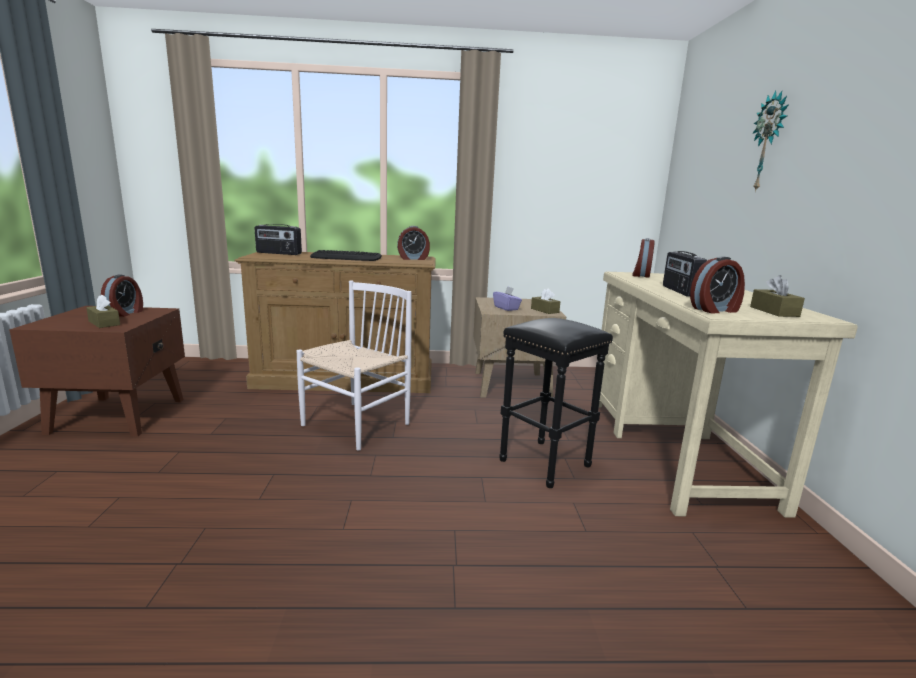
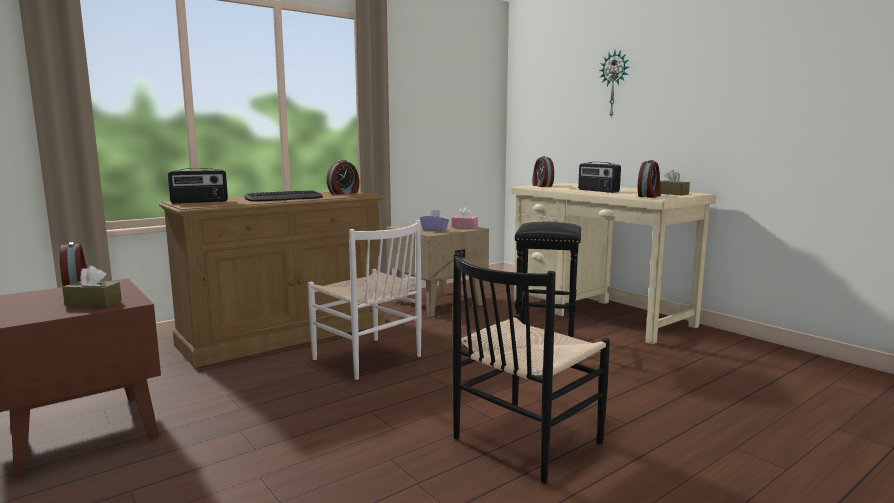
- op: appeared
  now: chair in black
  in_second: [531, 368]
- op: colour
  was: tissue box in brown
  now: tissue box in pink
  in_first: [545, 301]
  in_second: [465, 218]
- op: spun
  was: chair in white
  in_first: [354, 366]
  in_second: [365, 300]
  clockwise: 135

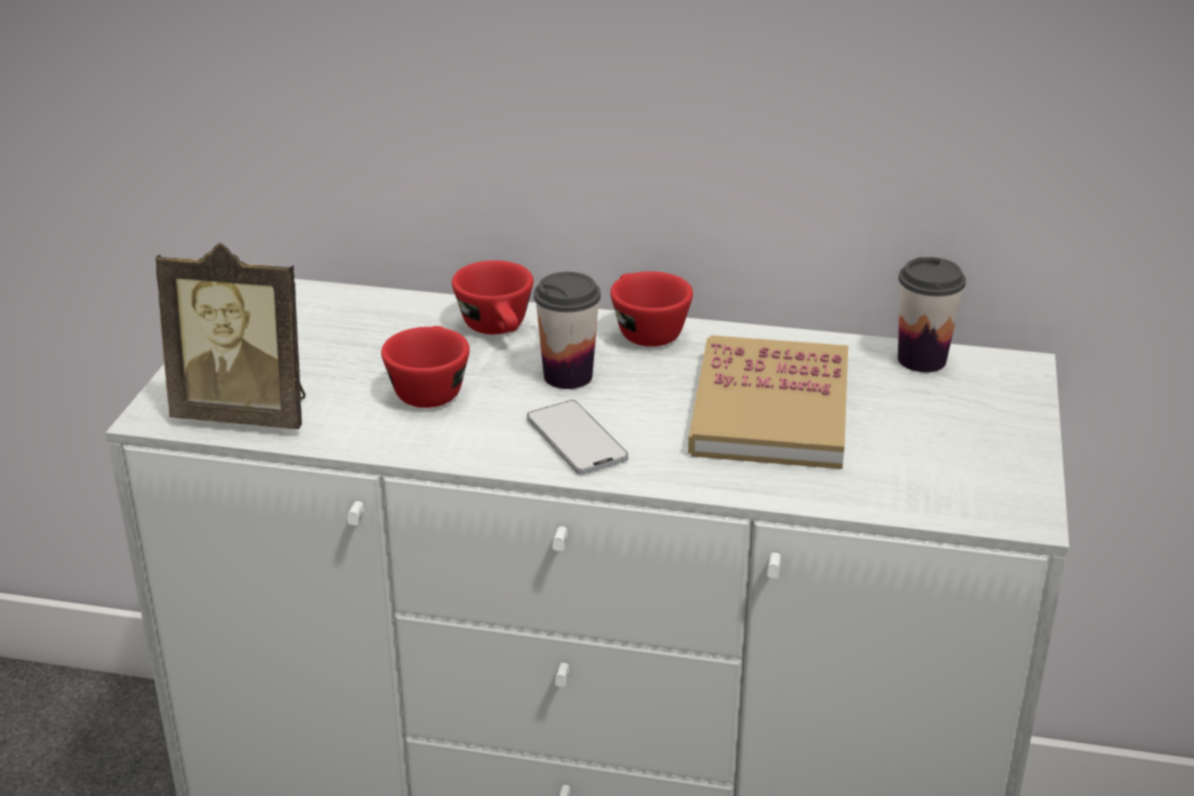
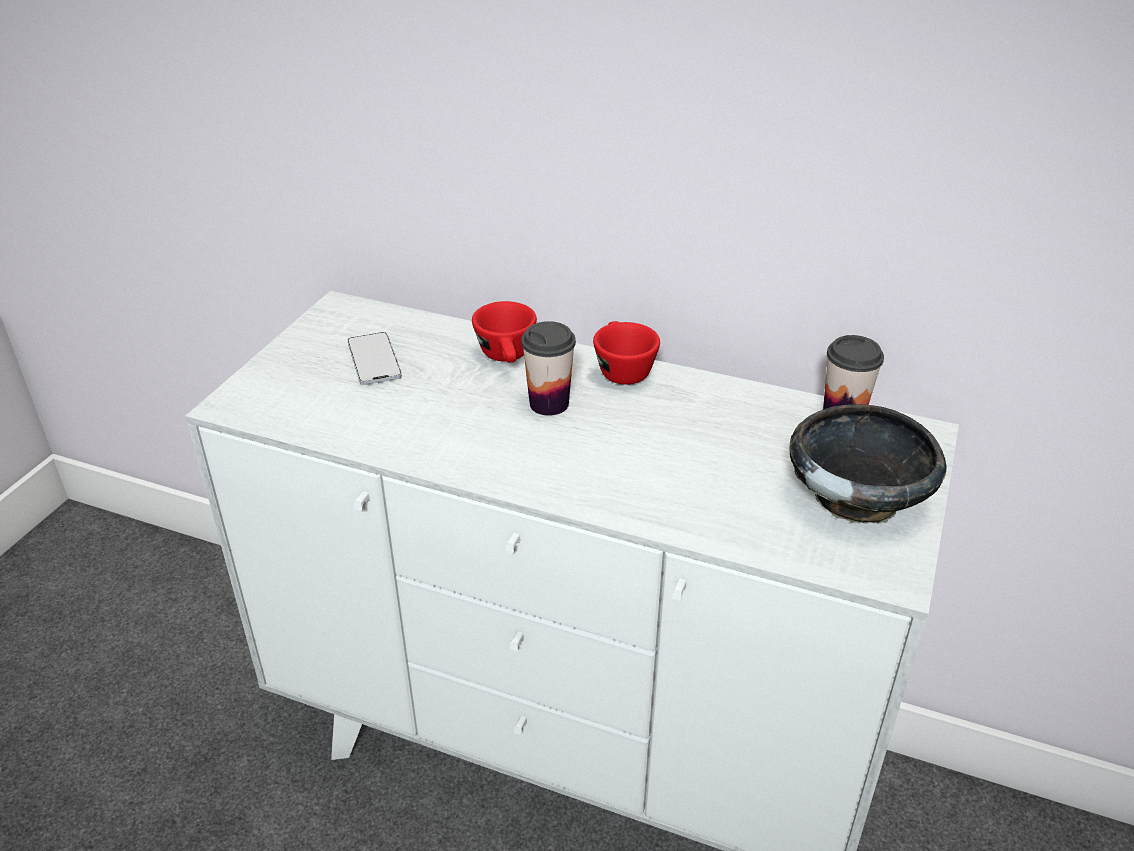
- op: missing
  was: picture frame
  in_first: [230, 336]
- op: missing
  was: cup in red
  in_first: [425, 367]
- op: missing
  was: book
  in_first: [768, 402]
- op: appeared
  now: bowl in black
  in_second: [868, 463]
- op: relocated
  was: phone
  in_first: [577, 437]
  in_second: [374, 358]

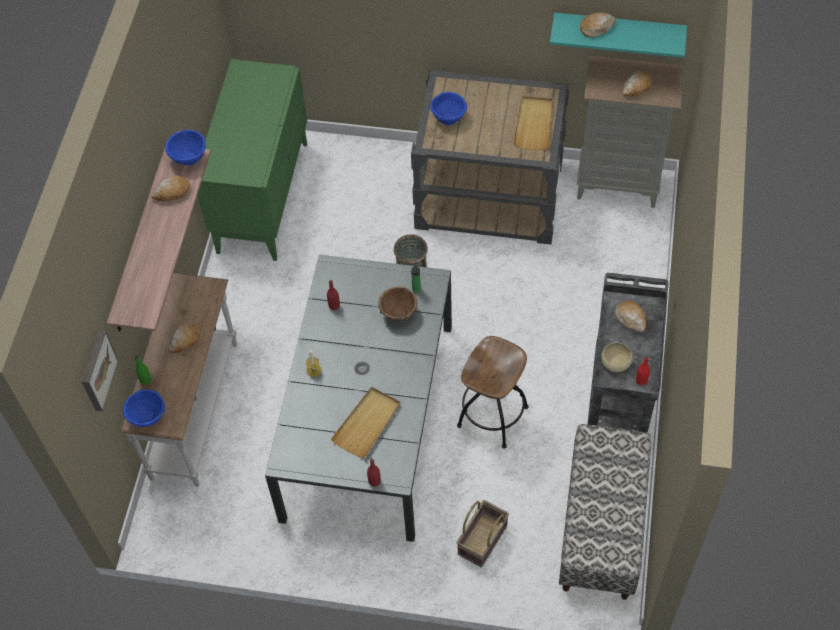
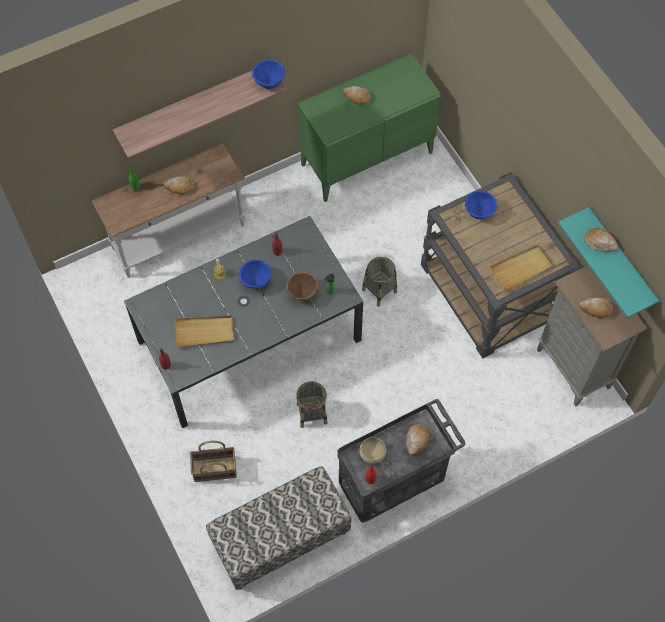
- op: missing
  was: picture
  in_first: [100, 370]
- op: relocated
  was: bowl in blue
  in_first: [144, 408]
  in_second: [255, 274]
- op: relocated
  was: bread
  in_first: [170, 188]
  in_second: [357, 95]
- op: exchanged
  was: stool in brown
  now: basket
  in_first: [492, 392]
  in_second: [312, 404]

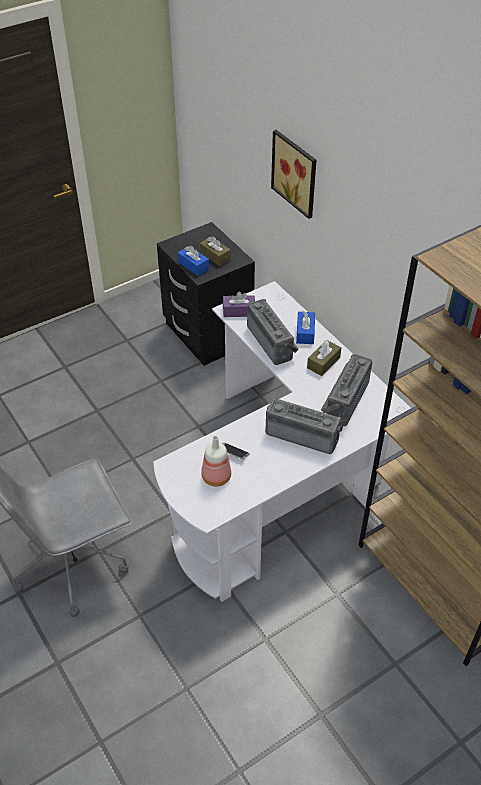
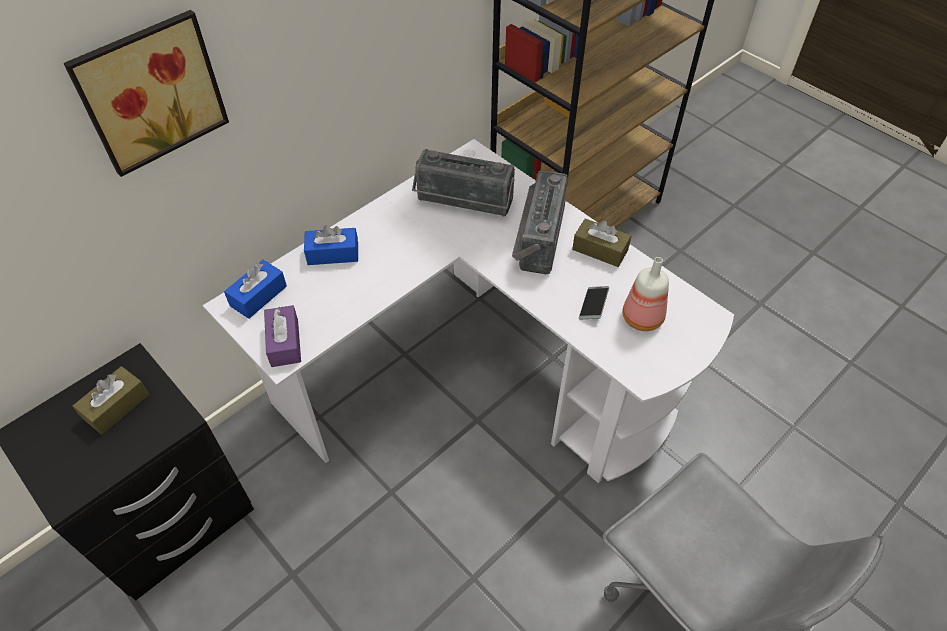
- op: missing
  was: radio
  in_first: [273, 332]
- op: relocated
  was: tissue box in blue
  in_first: [193, 261]
  in_second: [255, 289]
- op: relocated
  was: tissue box in brown
  in_first: [324, 358]
  in_second: [601, 242]

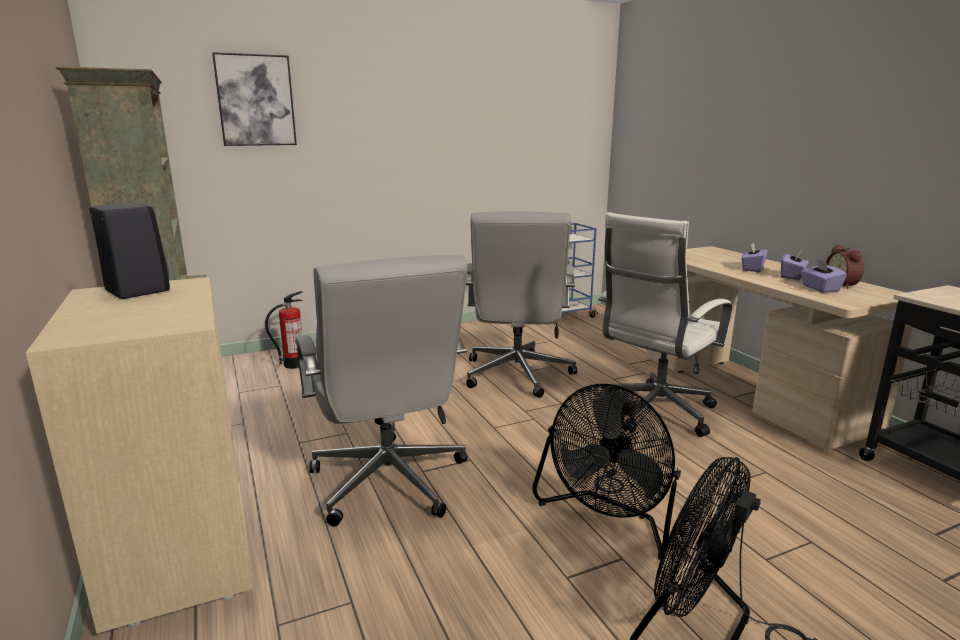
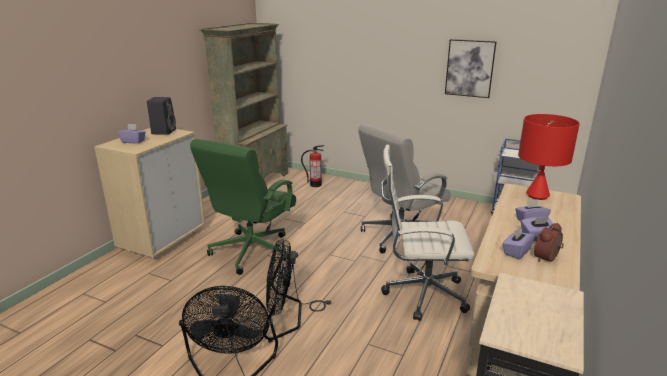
- op: appeared
  now: tissue box in purple
  in_second: [131, 134]
- op: appeared
  now: table lamp in red
  in_second: [549, 157]
- op: relocated
  was: picture
  in_first: [254, 99]
  in_second: [471, 68]
- op: colour
  was: office chair in grey
  now: office chair in green
  in_first: [381, 390]
  in_second: [243, 207]

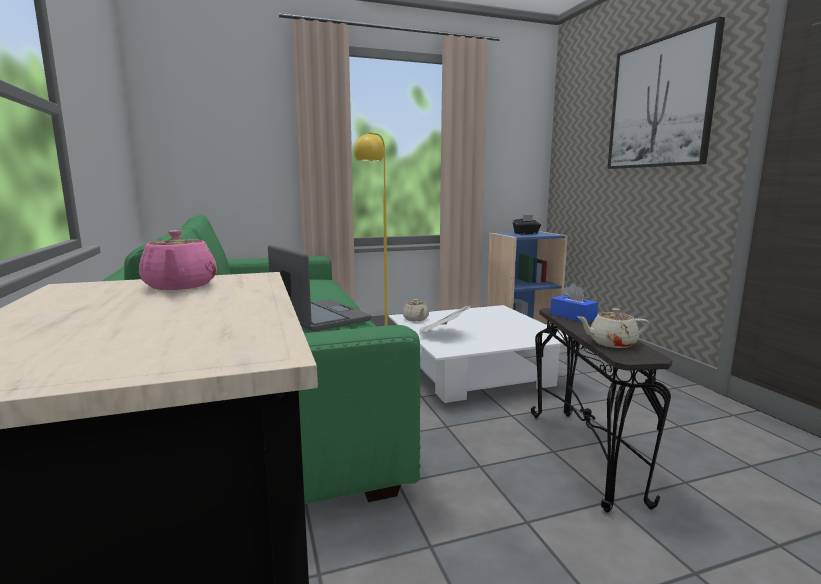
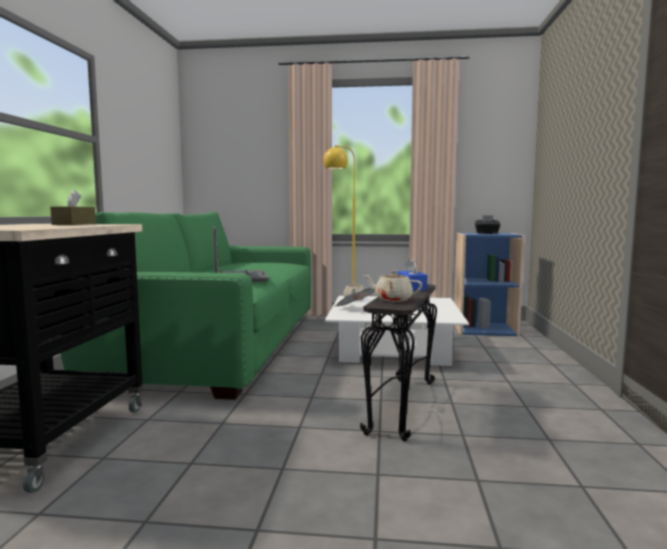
- op: missing
  was: picture
  in_first: [666, 93]
- op: exchanged
  was: teapot in pink
  now: tissue box in brown
  in_first: [178, 260]
  in_second: [73, 207]

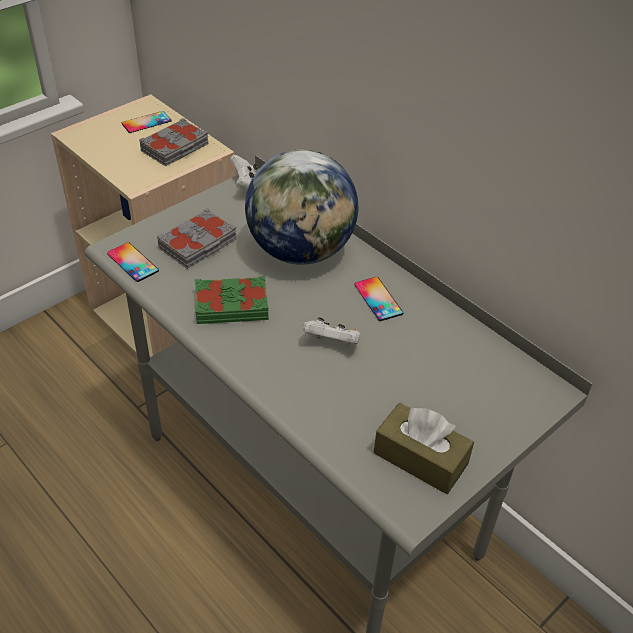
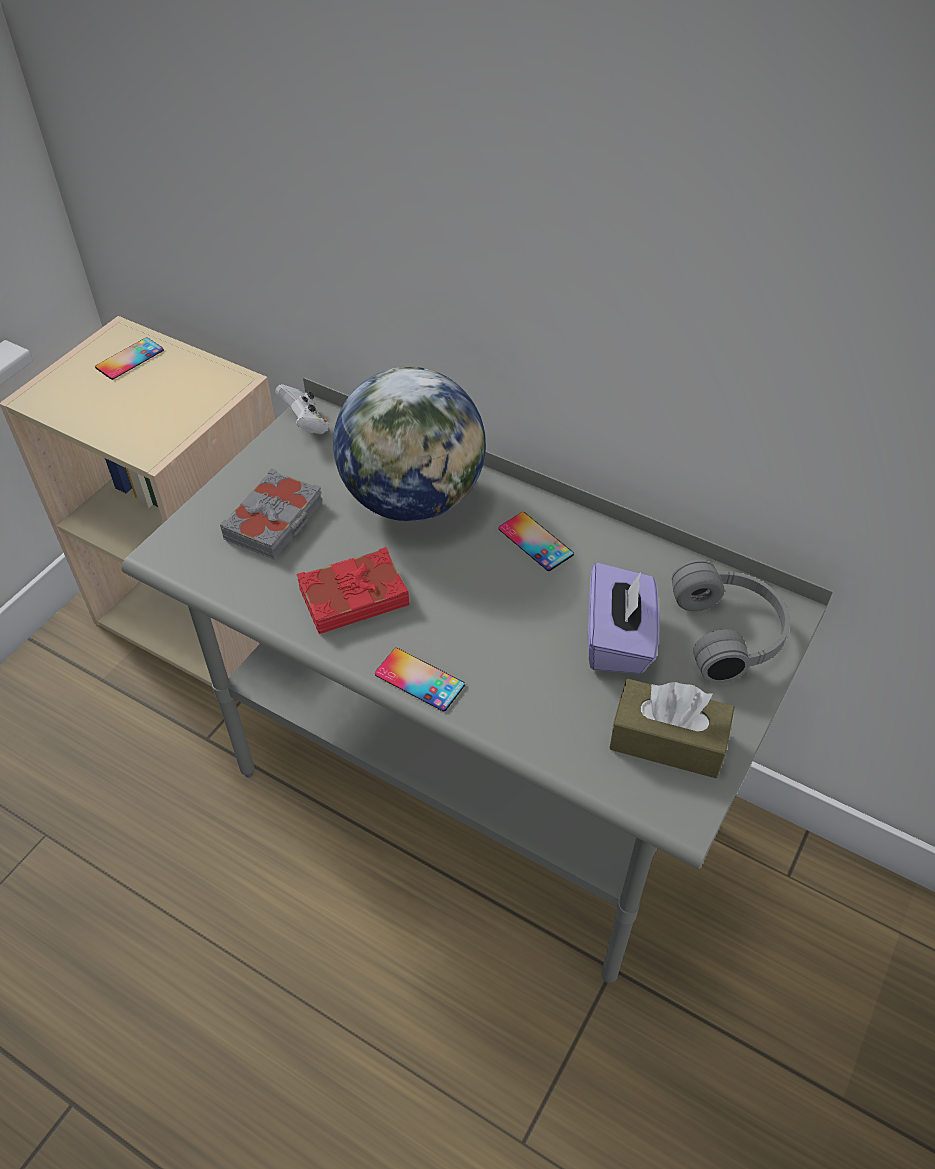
- op: missing
  was: book in grey
  in_first: [174, 142]
- op: missing
  was: game controller in white
  in_first: [331, 332]
- op: appeared
  now: tissue box in purple
  in_second: [623, 618]
- op: appeared
  now: headphones in grey
  in_second: [731, 621]
- op: relocated
  was: phone
  in_first: [133, 262]
  in_second: [420, 679]
- op: colour
  was: book in green
  now: book in red
  in_first: [231, 300]
  in_second: [352, 590]

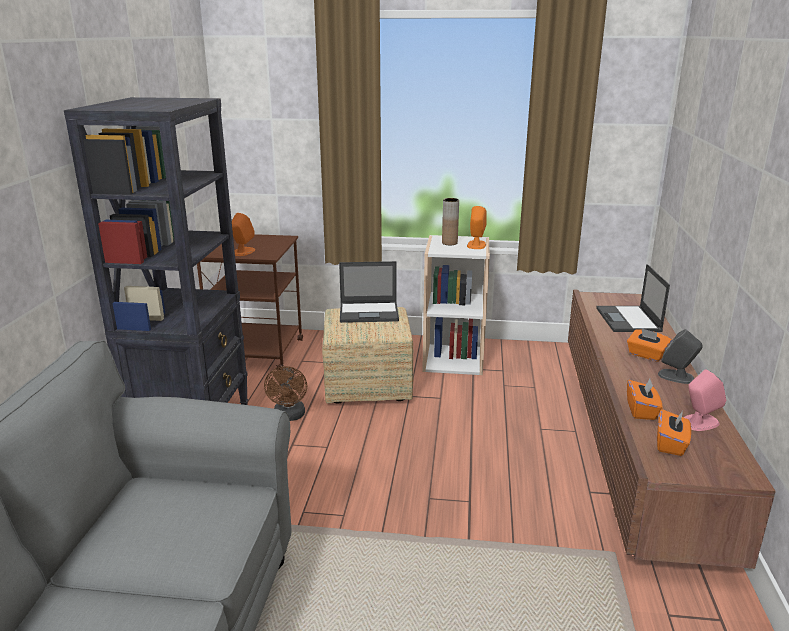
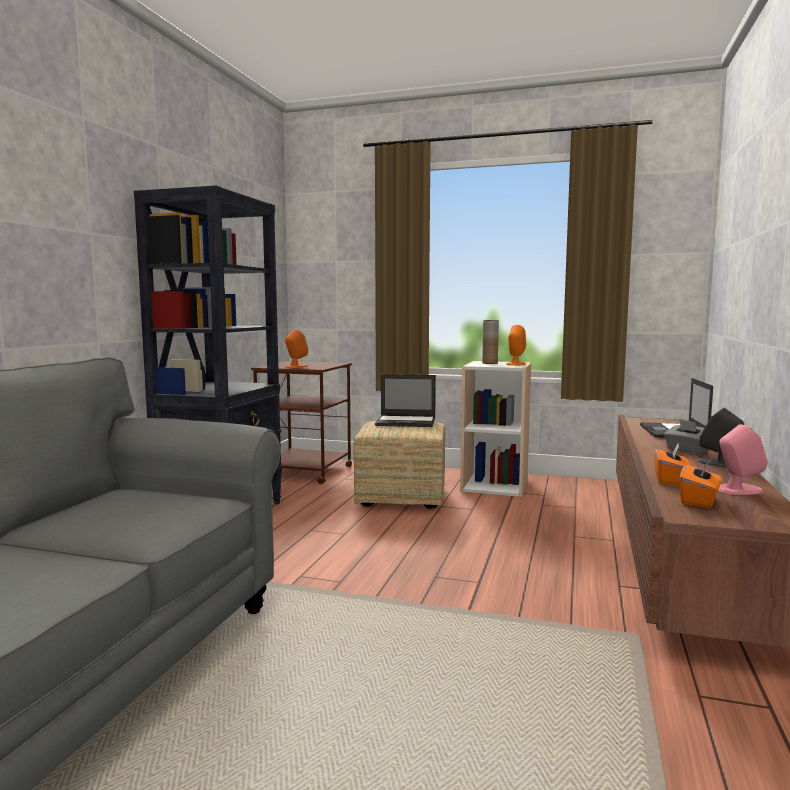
- op: missing
  was: fan in brown
  in_first: [285, 393]
- op: colour
  was: tissue box in orange
  now: tissue box in grey
  in_first: [649, 345]
  in_second: [686, 436]

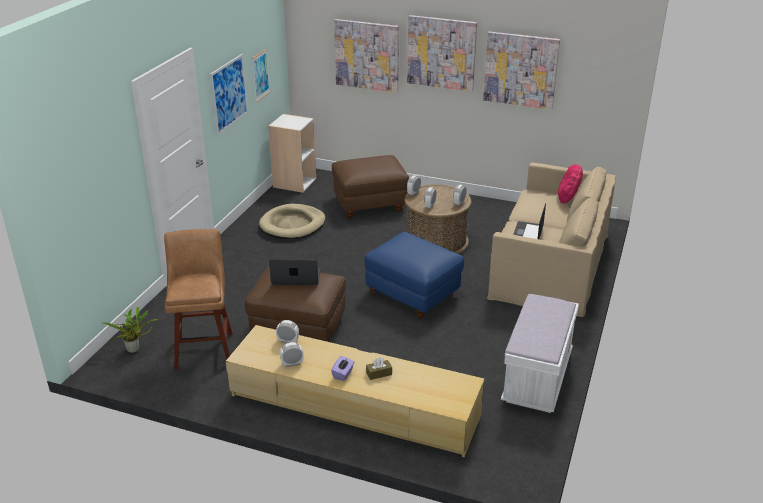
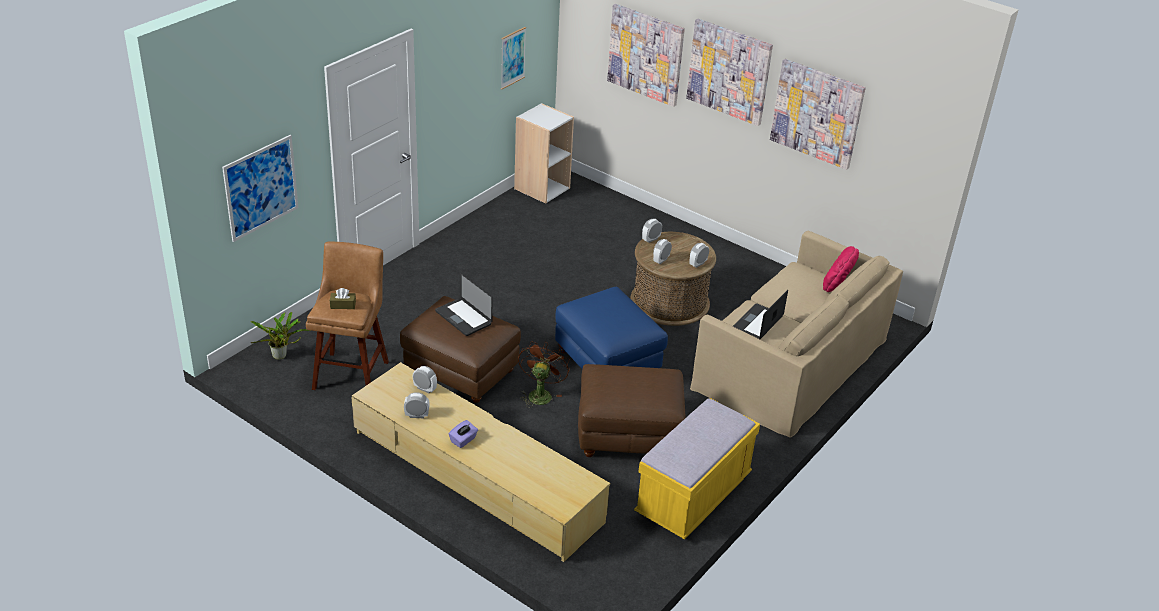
- op: missing
  was: dog bed in beige
  in_first: [292, 221]
- op: appeared
  now: fan in brown
  in_second: [544, 374]
- op: relocated
  was: picture
  in_first: [229, 94]
  in_second: [260, 188]
- op: relocated
  was: ottoman in brown
  in_first: [370, 186]
  in_second: [632, 410]
- op: relocated
  was: tissue box in brown
  in_first: [379, 368]
  in_second: [343, 298]
- op: colour
  was: bench in white
  now: bench in yellow
  in_first: [540, 353]
  in_second: [697, 468]
- op: spun
  was: laptop
  in_first: [294, 272]
  in_second: [464, 304]
  clockwise: -150

